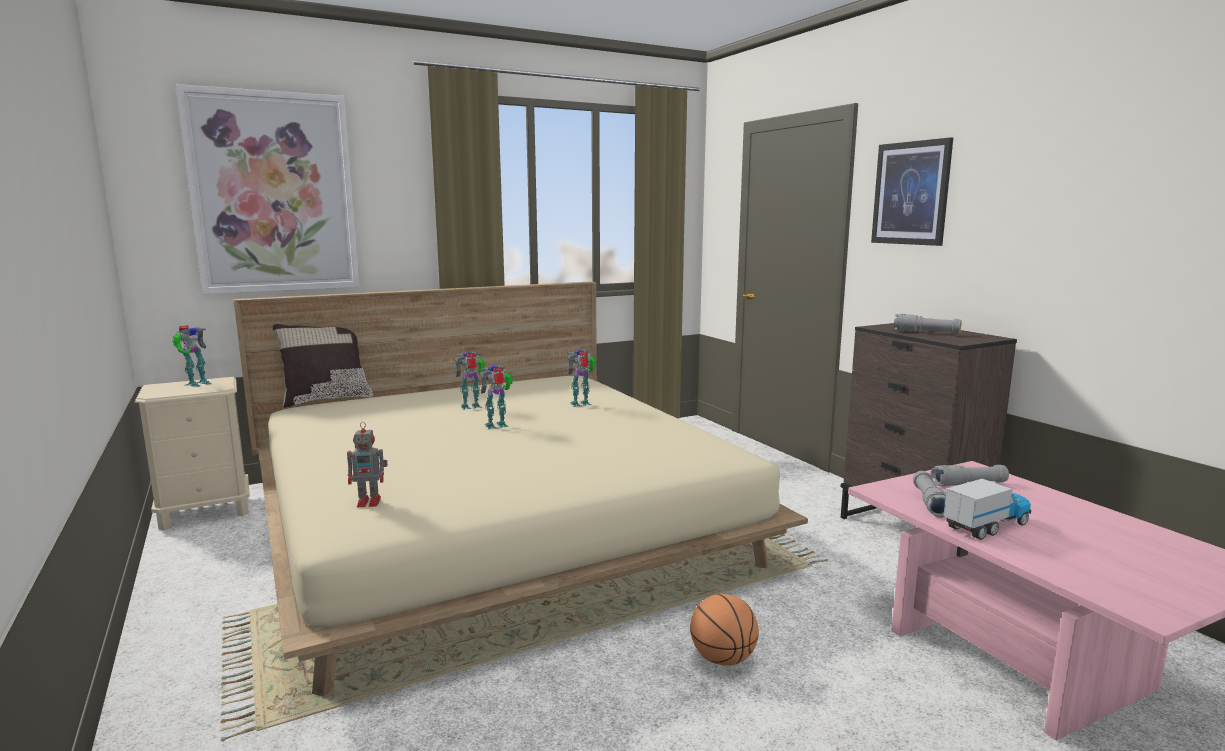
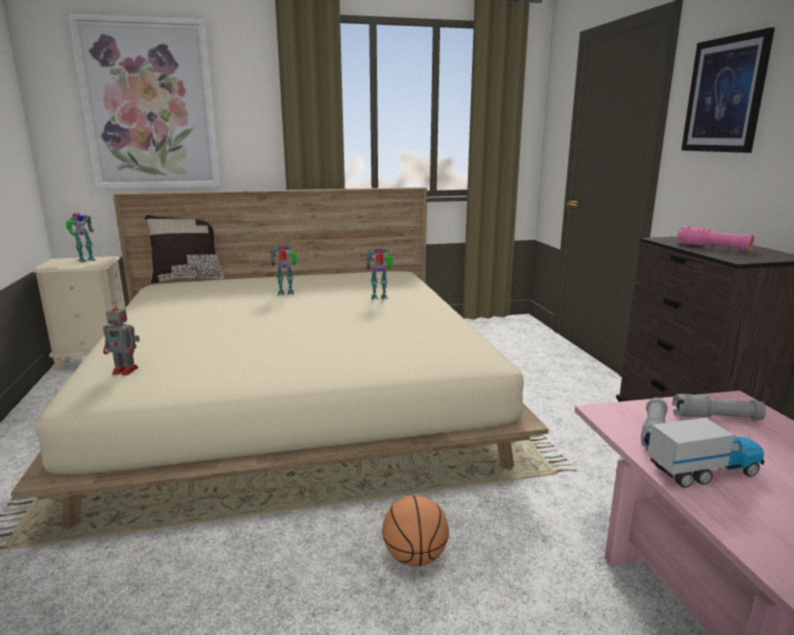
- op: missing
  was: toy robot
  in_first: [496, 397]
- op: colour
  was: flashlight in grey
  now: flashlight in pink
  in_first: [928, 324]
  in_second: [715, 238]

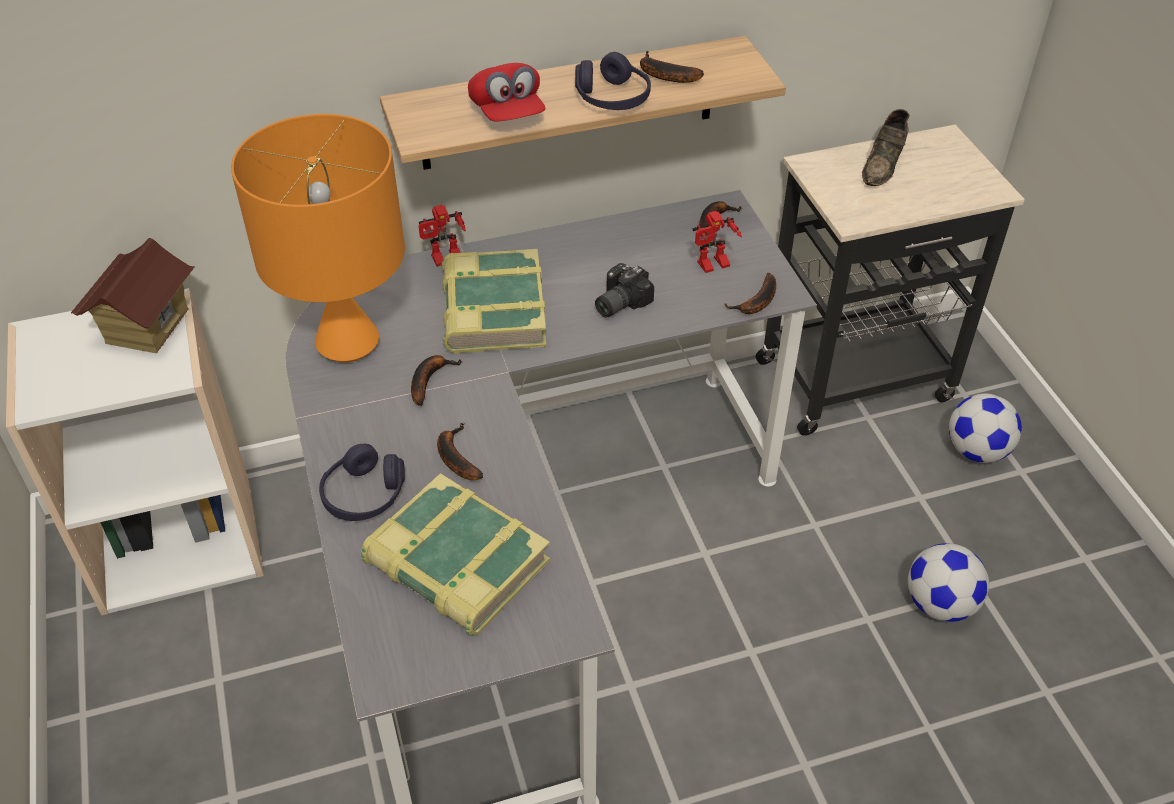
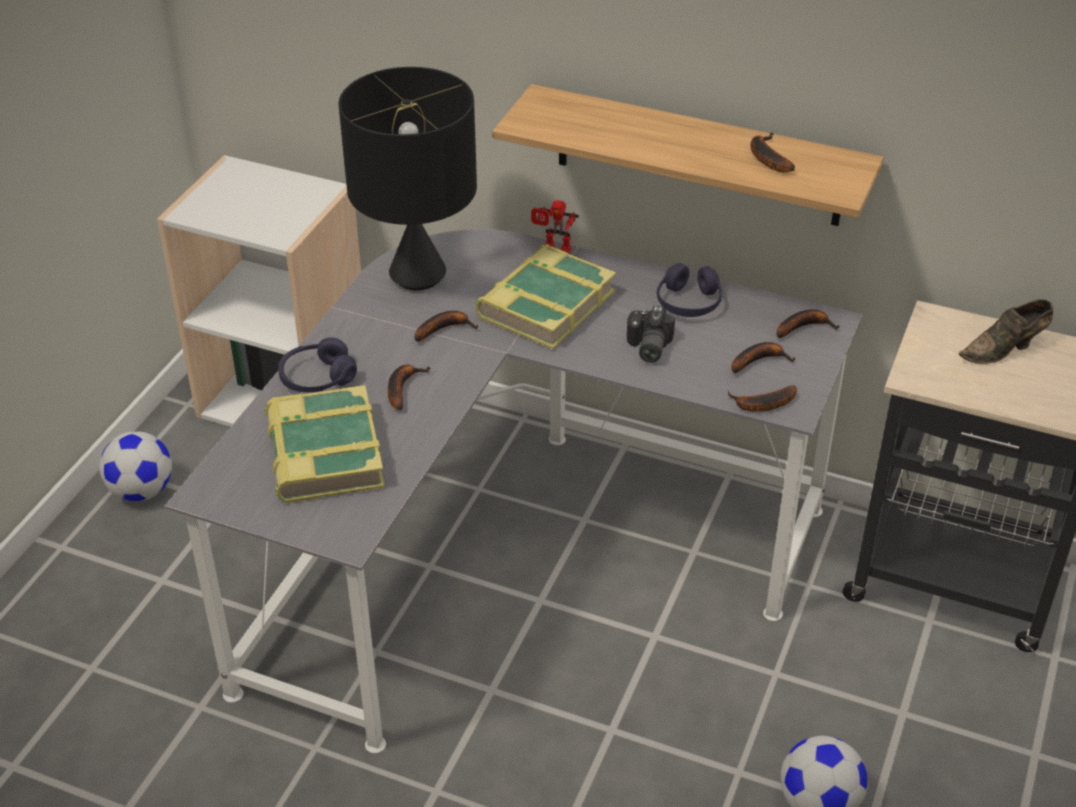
- op: missing
  was: toy house
  in_first: [133, 296]
- op: missing
  was: cap in red
  in_first: [507, 92]
- op: relocated
  was: headphones in purple
  in_first: [613, 81]
  in_second: [689, 290]
- op: relocated
  was: football
  in_first: [985, 428]
  in_second: [135, 466]
- op: exchanged
  was: toy robot
  now: banana
  in_first: [717, 242]
  in_second: [763, 357]
- op: colour
  was: table lamp in orange
  now: table lamp in black
  in_first: [318, 238]
  in_second: [407, 179]
- op: spun
  was: photo camera
  in_first: [624, 290]
  in_second: [651, 334]
  clockwise: -75

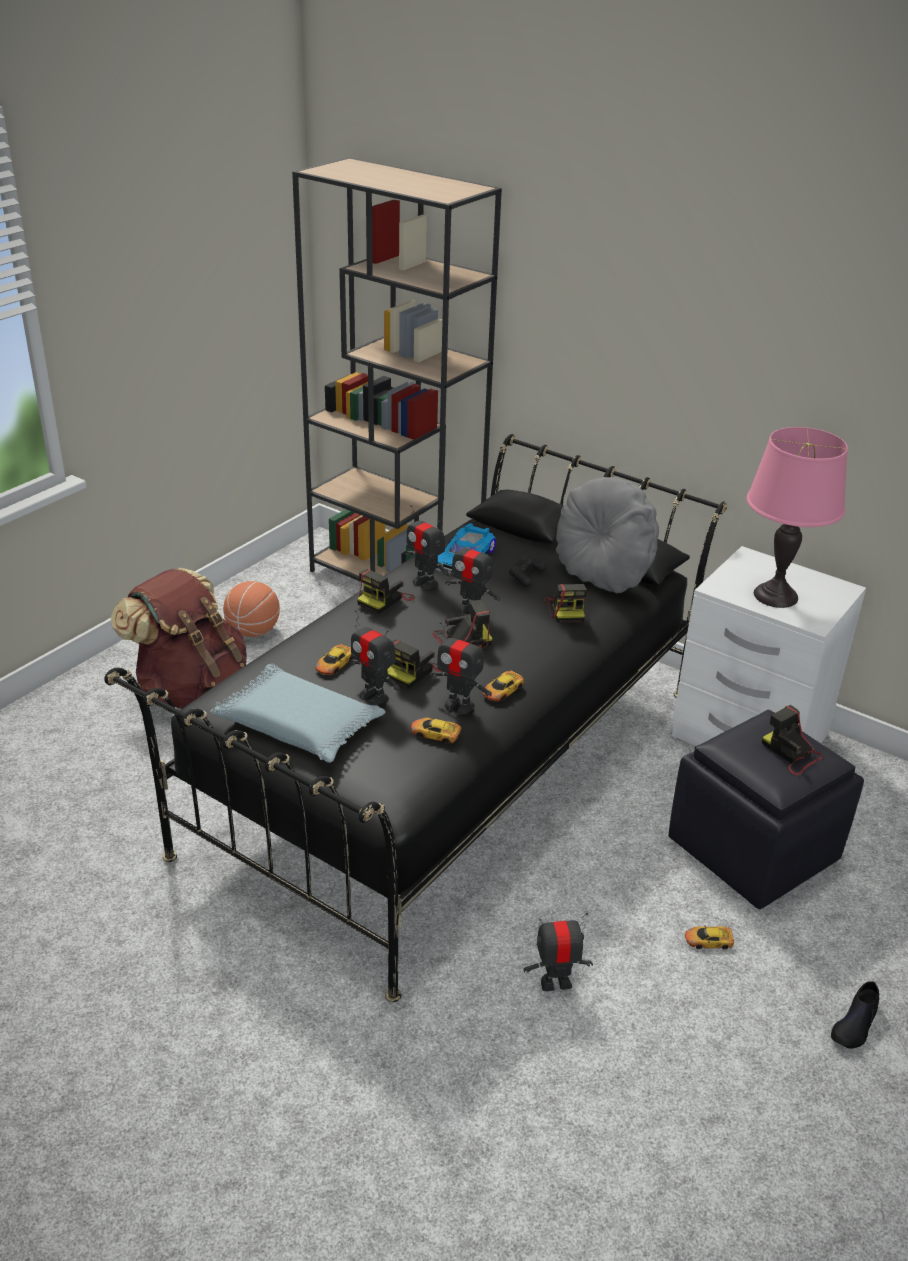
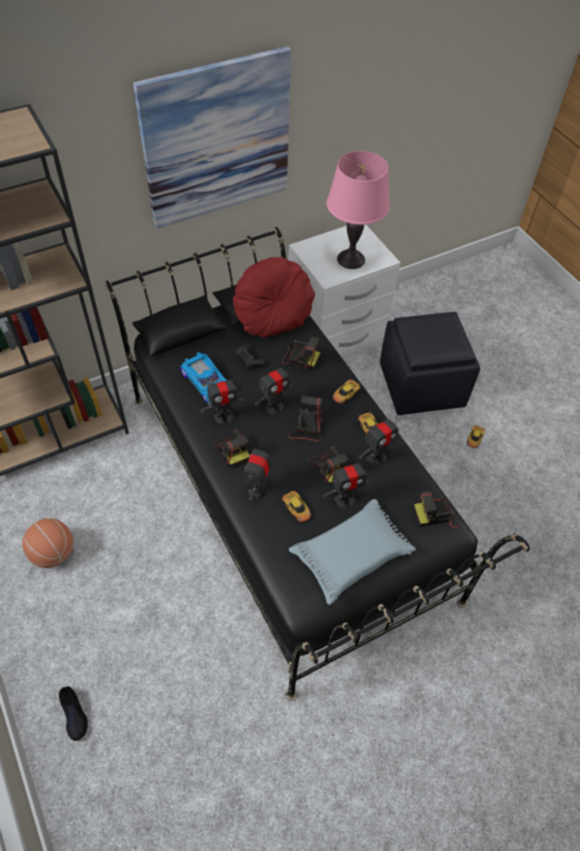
- op: missing
  was: backpack in brown
  in_first: [179, 638]
- op: appeared
  now: picture
  in_second: [212, 137]
- op: relocated
  was: toy car
  in_first: [436, 731]
  in_second: [348, 389]
- op: relocated
  was: toy robot
  in_first: [558, 952]
  in_second: [258, 469]
- op: relocated
  was: photo camera
  in_first: [792, 740]
  in_second: [437, 509]
- op: relocated
  was: shoe in black
  in_first: [855, 1015]
  in_second: [73, 713]
- op: colour
  was: pillow in grey
  now: pillow in red
  in_first: [607, 535]
  in_second: [274, 297]

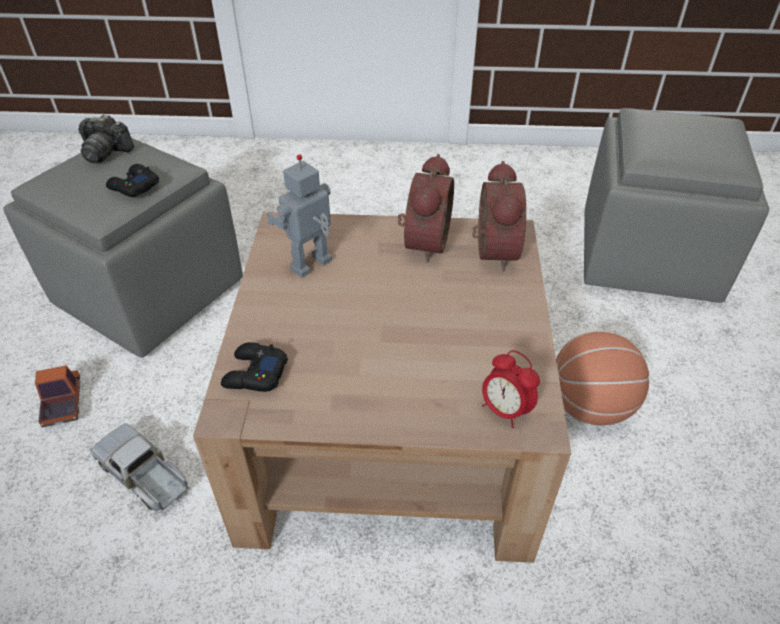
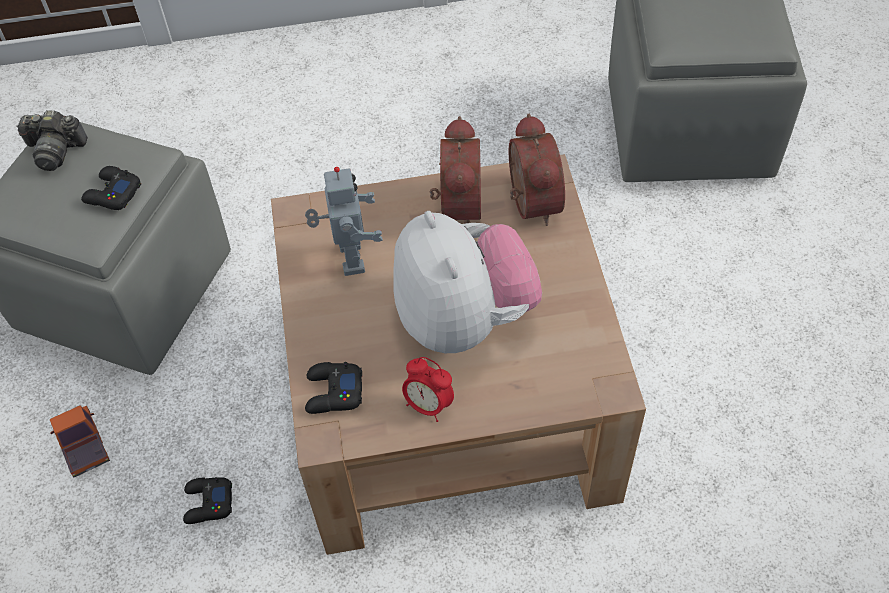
- op: missing
  was: basketball
  in_first: [602, 378]
- op: appeared
  now: plush toy
  in_second: [467, 282]
- op: relocated
  was: alarm clock
  in_first: [511, 389]
  in_second: [428, 389]
- op: exchanged
  was: toy truck
  now: game controller in black
  in_first: [139, 467]
  in_second: [207, 500]
- op: spun
  was: toy robot
  in_first: [299, 216]
  in_second: [344, 221]
  clockwise: 135

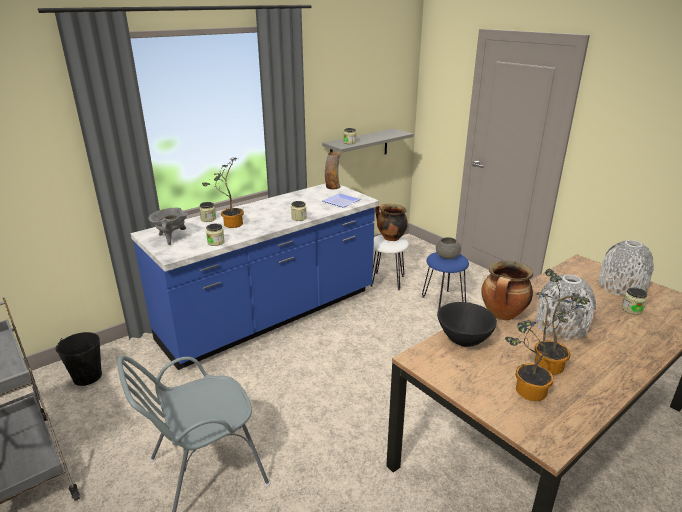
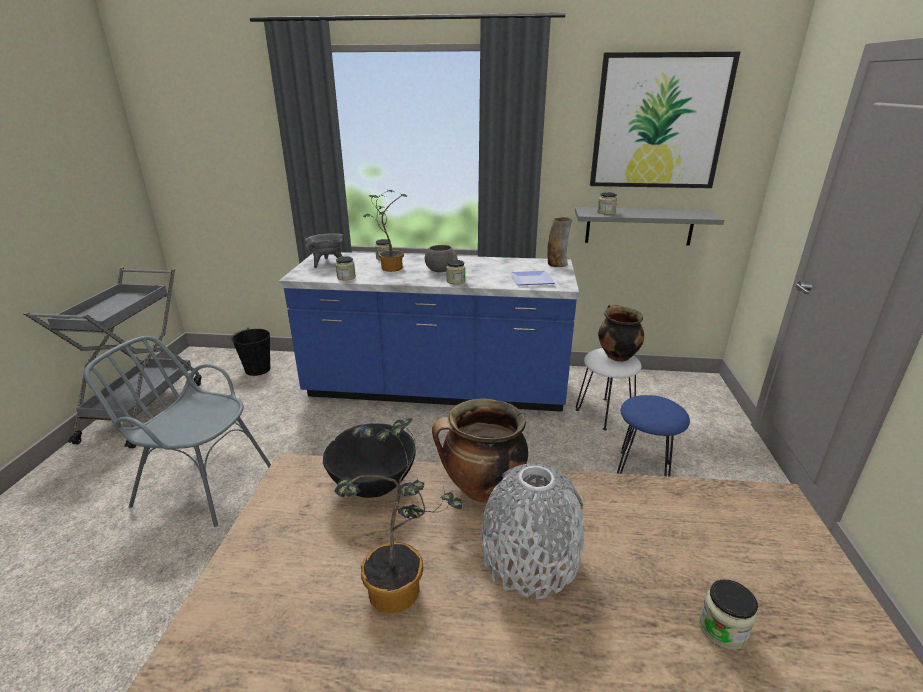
- op: missing
  was: potted plant
  in_first: [539, 346]
- op: missing
  was: vase in grey
  in_first: [626, 268]
- op: appeared
  now: picture
  in_second: [665, 120]
- op: relocated
  was: bowl in grey
  in_first: [448, 248]
  in_second: [441, 258]

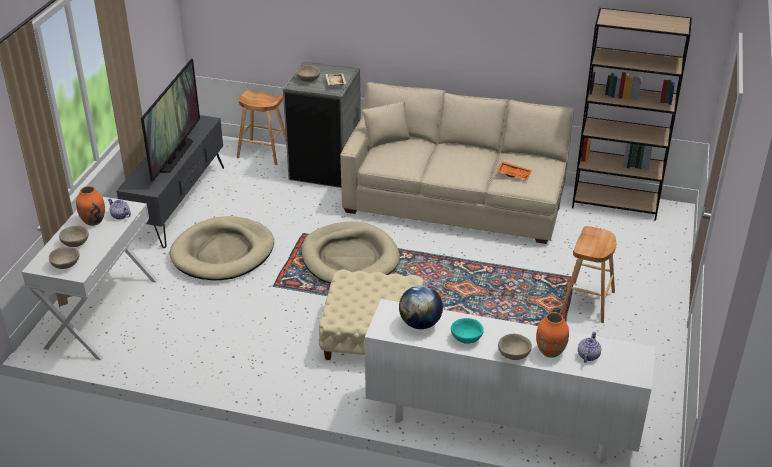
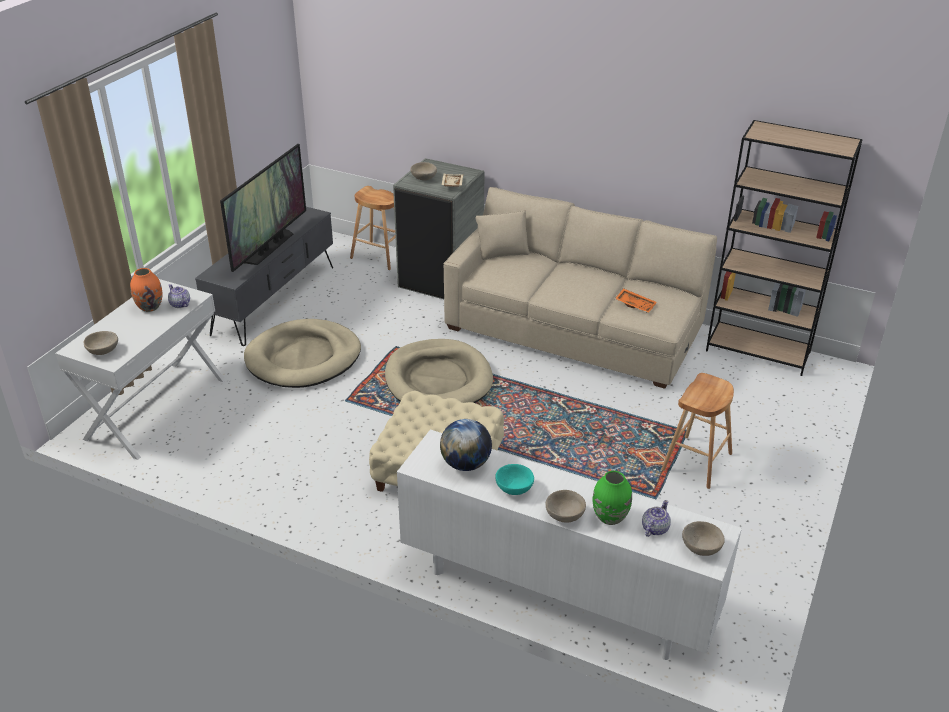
- op: relocated
  was: bowl in beige
  in_first: [74, 236]
  in_second: [703, 538]
- op: colour
  was: vase in orange
  now: vase in green
  in_first: [552, 335]
  in_second: [612, 498]

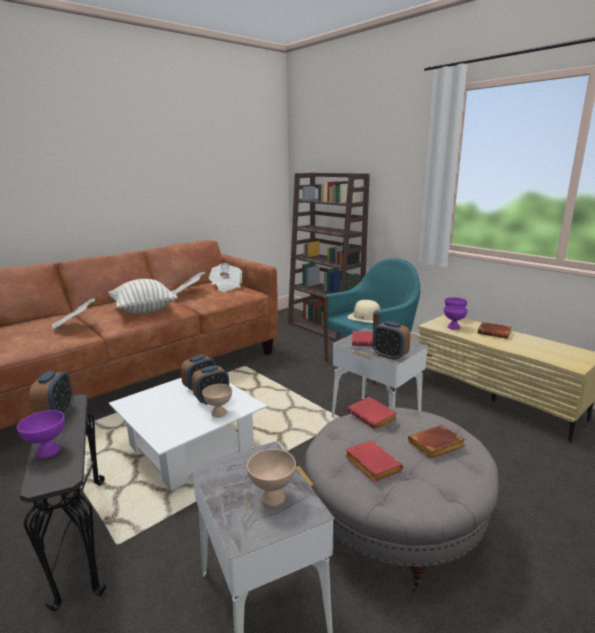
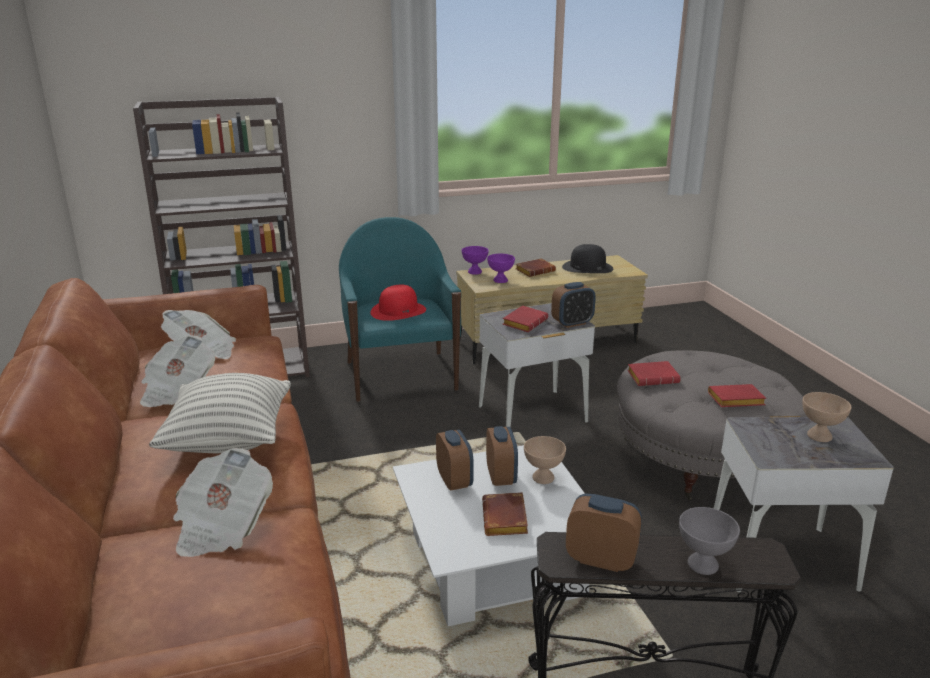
- op: appeared
  now: hat in black
  in_second: [587, 258]
- op: relocated
  was: book in brown
  in_first: [436, 442]
  in_second: [505, 514]
- op: colour
  was: bowl in purple
  now: bowl in grey
  in_first: [41, 434]
  in_second: [709, 541]
- op: colour
  was: hat in beige
  now: hat in red
  in_first: [364, 311]
  in_second: [398, 303]

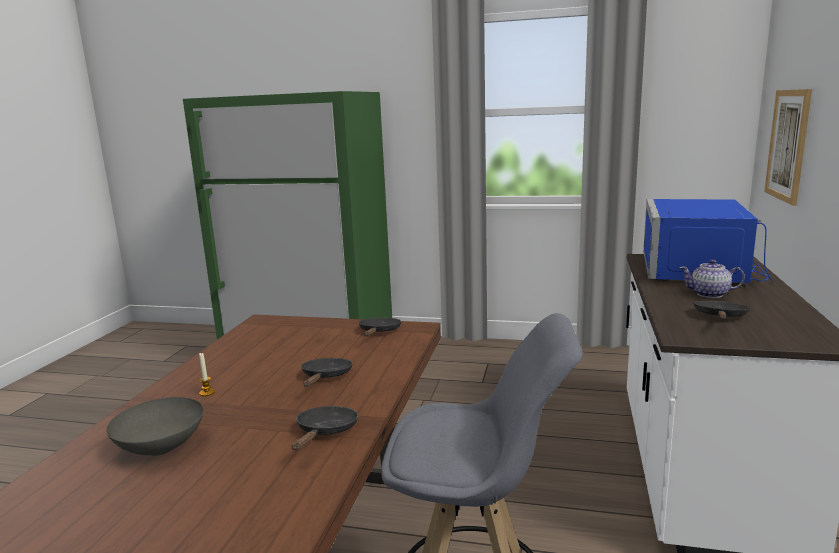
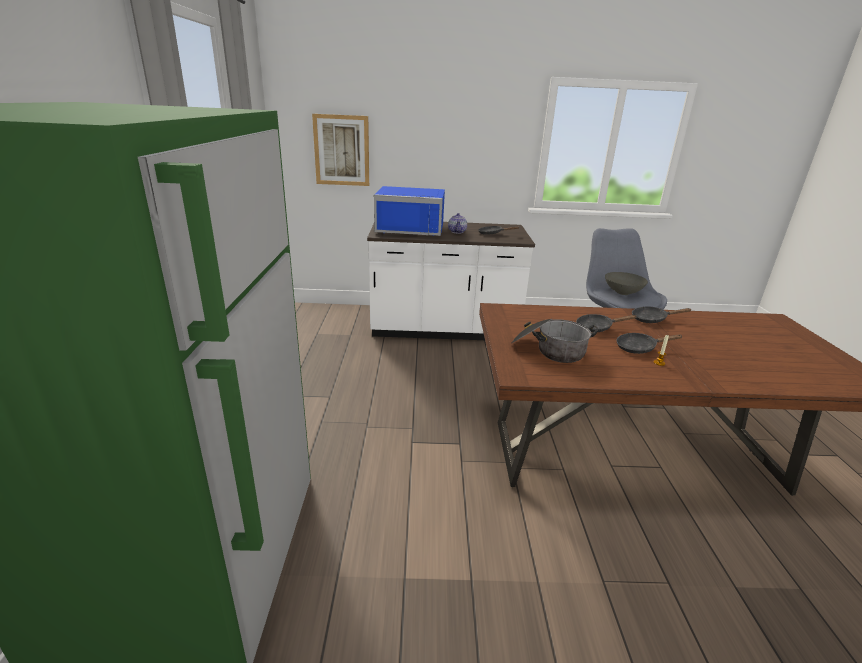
- op: appeared
  now: cooking pot
  in_second: [554, 341]
- op: relocated
  was: bowl in grey
  in_first: [154, 426]
  in_second: [626, 283]
- op: relocated
  was: frying pan in black
  in_first: [380, 327]
  in_second: [649, 343]

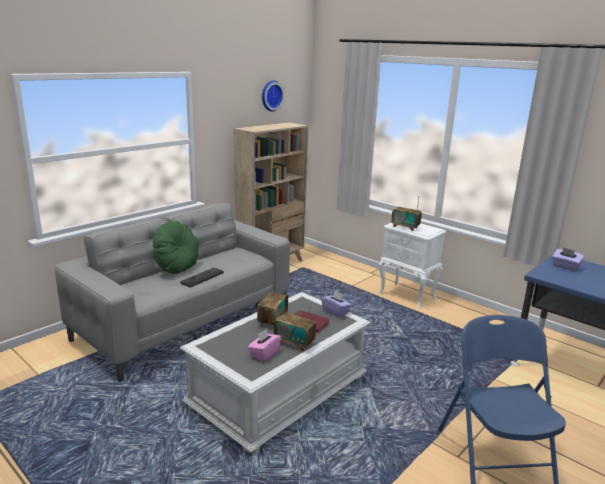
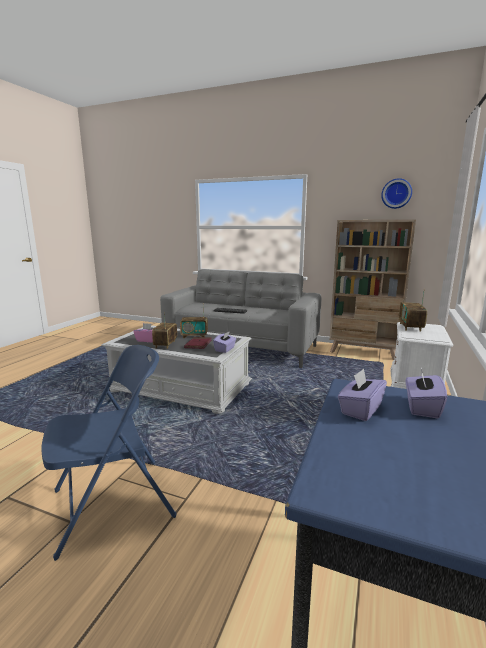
- op: missing
  was: pillow in green
  in_first: [176, 247]
- op: appeared
  now: tissue box in purple
  in_second: [362, 395]

